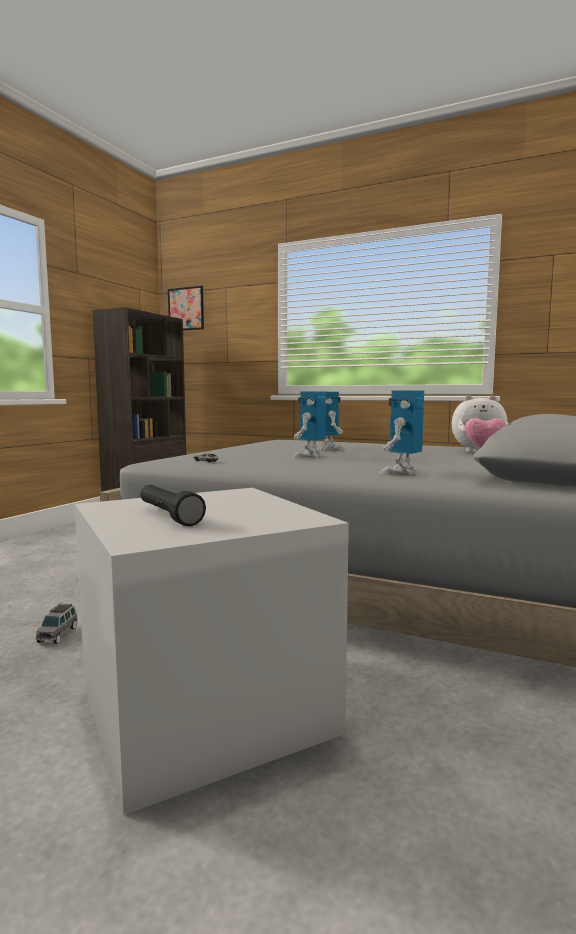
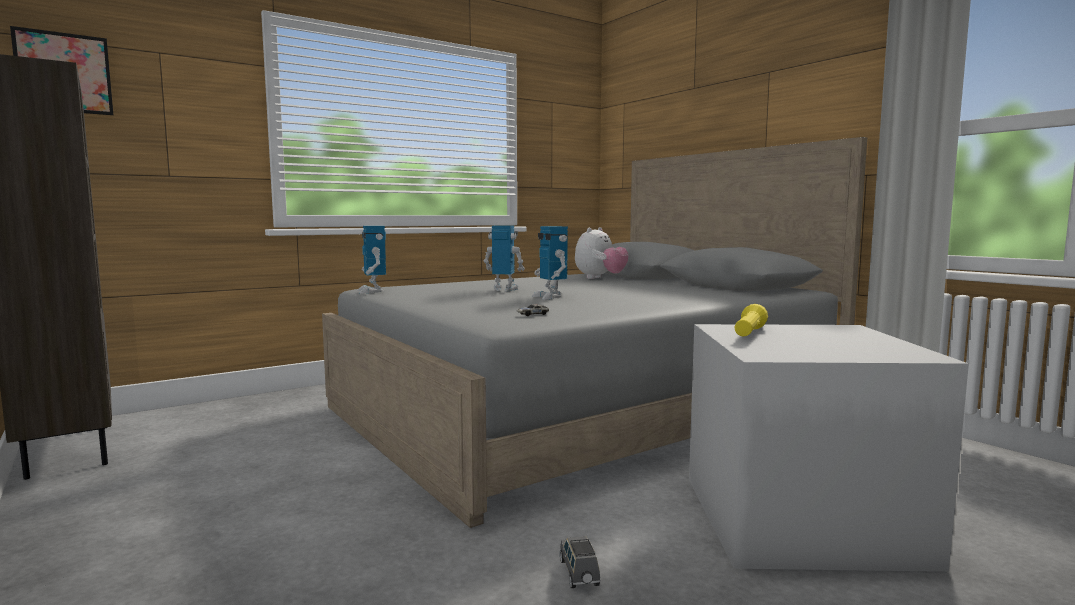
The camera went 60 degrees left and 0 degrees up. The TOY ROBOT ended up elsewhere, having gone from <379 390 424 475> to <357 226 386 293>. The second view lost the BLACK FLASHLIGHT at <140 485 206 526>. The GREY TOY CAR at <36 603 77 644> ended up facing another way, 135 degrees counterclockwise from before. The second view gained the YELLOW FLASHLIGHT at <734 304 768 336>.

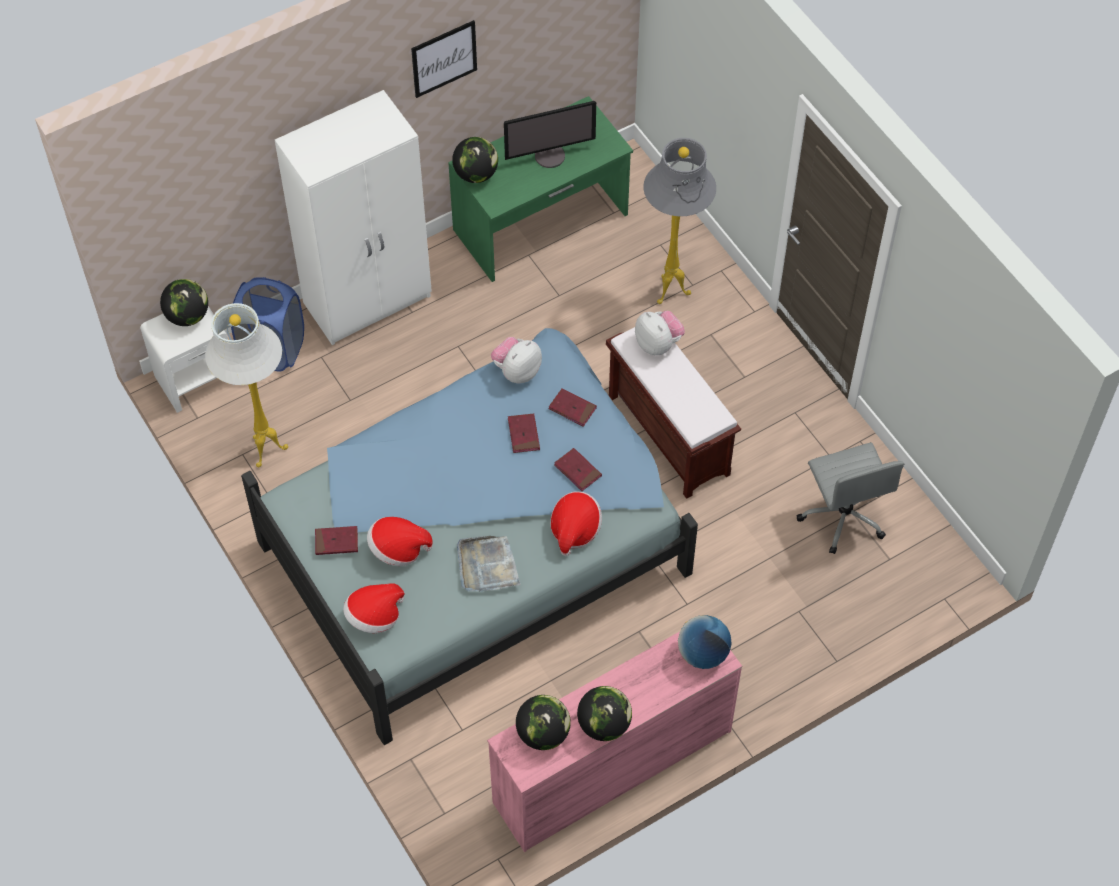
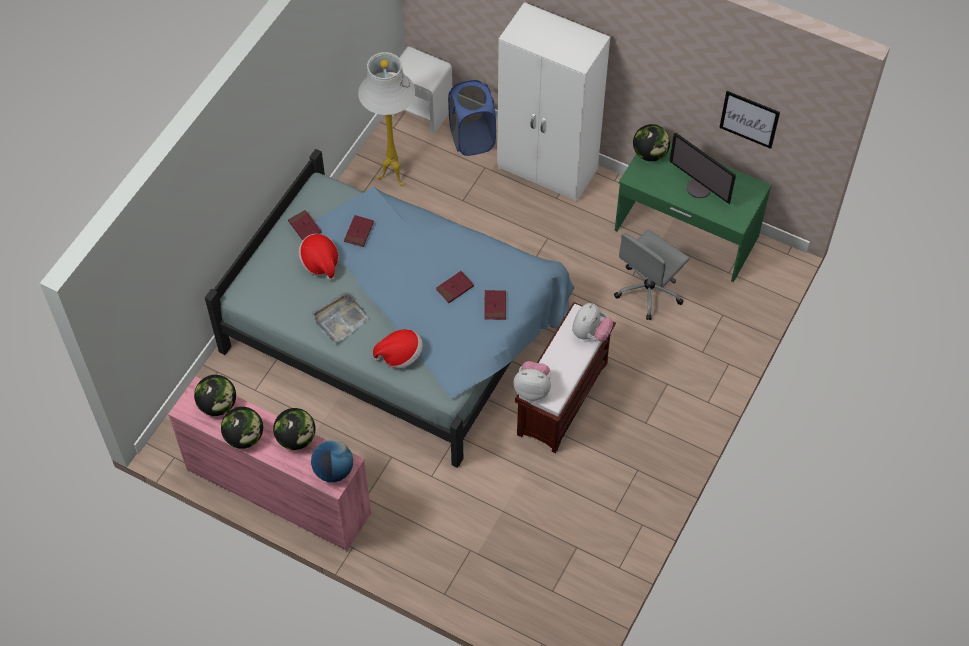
The camera went 60 degrees right and 0 degrees up. The PICTURE ended up elsewhere, having gone from <411 20 477 98> to <719 91 780 149>. The second view lost the GREY FLOOR LAMP at <643 138 716 304>. The GLOBE ended up elsewhere, having gone from <160 279 208 326> to <273 408 315 450>. The PLUSH TOY ended up elsewhere, having gone from <491 337 542 383> to <513 361 551 401>. The GREY OFFICE CHAIR ended up elsewhere, having gone from <797 442 905 554> to <614 230 690 320>. The RED BOOK ended up elsewhere, having gone from <554 448 602 491> to <344 215 374 247>. The second view lost the HAT at <343 583 405 633>.

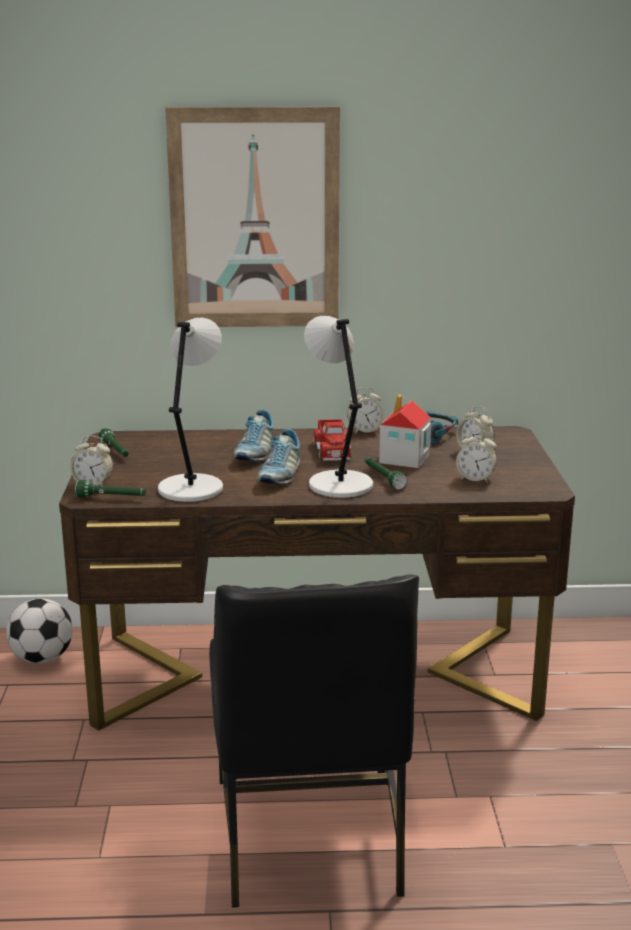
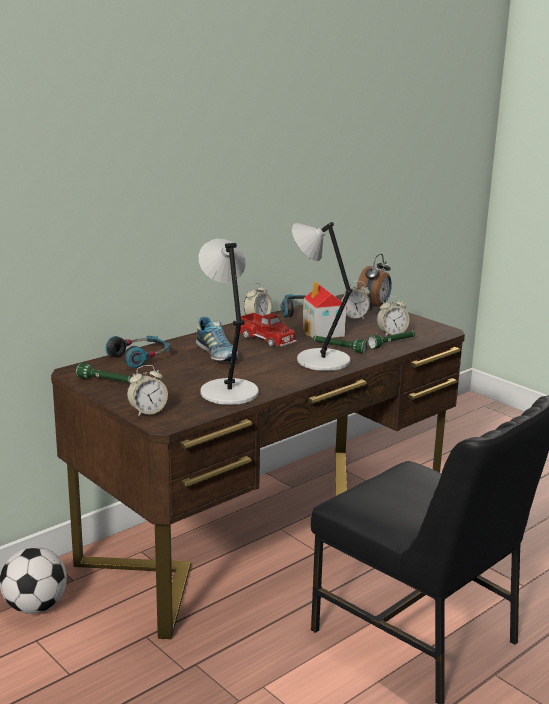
The camera went 40 degrees left and 0 degrees up. The second view lost the PICTURE at <165 107 340 327>. The second view lost the SHOE at <258 429 300 484>. The GREEN FLASHLIGHT ended up elsewhere, having gone from <74 480 146 498> to <368 331 415 349>. The second view gained the ALARM CLOCK at <357 254 392 311>. The second view gained the HEADPHONES at <106 336 170 368>.

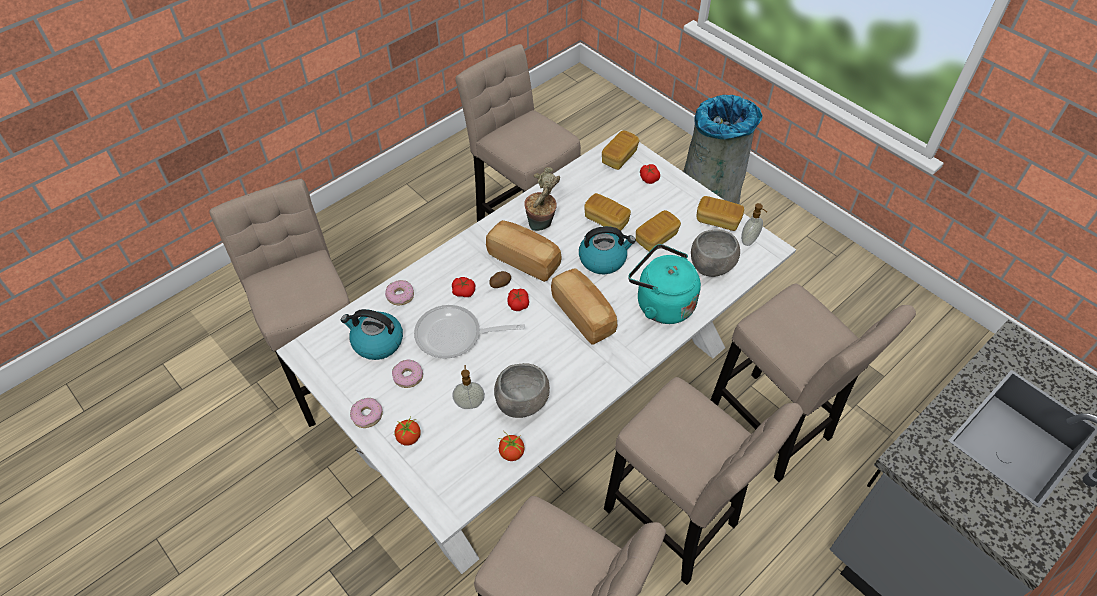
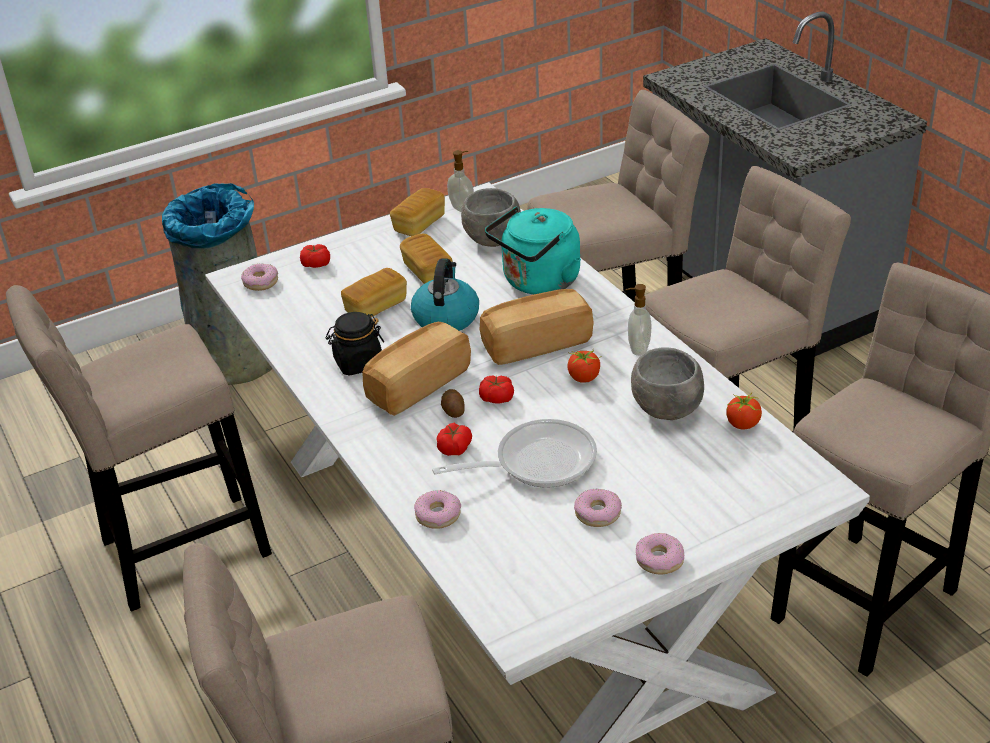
The camera went 75 degrees left and 15 degrees down. Where the BREAD stood at <602 131 639 170>, the DONUT came to stand at <241 264 278 291>. Where the POTTED PLANT stood at <524 167 560 231>, the BLACK JAR came to stand at <325 312 384 375>. The FRYING PAN at <414 305 525 359> ended up facing another way, 120 degrees counterclockwise from before. The second view lost the KETTLE at <341 309 403 360>. The SOAP DISPENSER ended up elsewhere, having gone from <452 365 485 409> to <626 284 651 356>. The TOMATO ended up elsewhere, having gone from <393 416 421 446> to <568 348 600 383>.

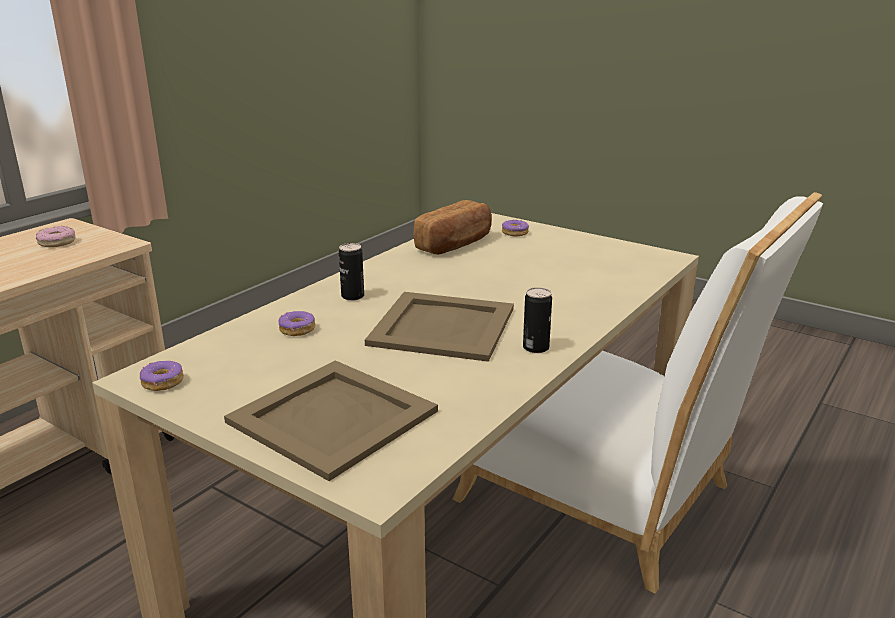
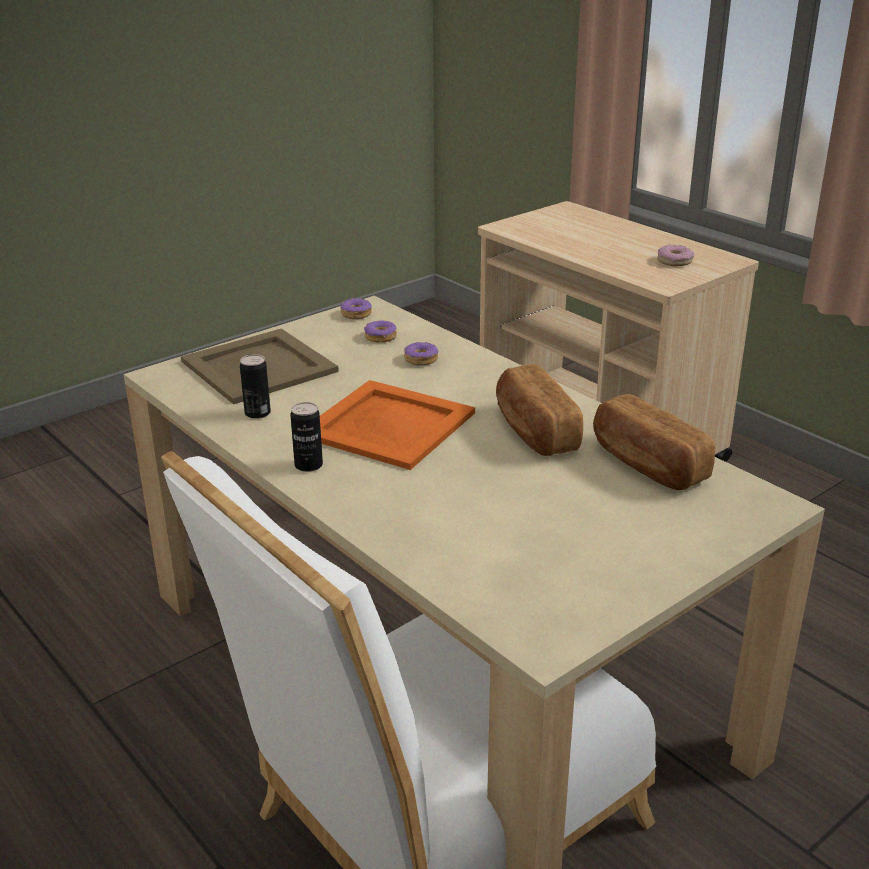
The camera went 105 degrees right and 5 degrees up. The DONUT ended up elsewhere, having gone from <502 220 529 236> to <364 321 397 343>. The CAN ended up elsewhere, having gone from <339 243 364 301> to <240 354 271 419>. What was the BEIGE TRAY at <365 292 514 362> turned into the ORANGE TRAY at <320 380 475 470>. The second view gained the BREAD at <496 364 583 456>.

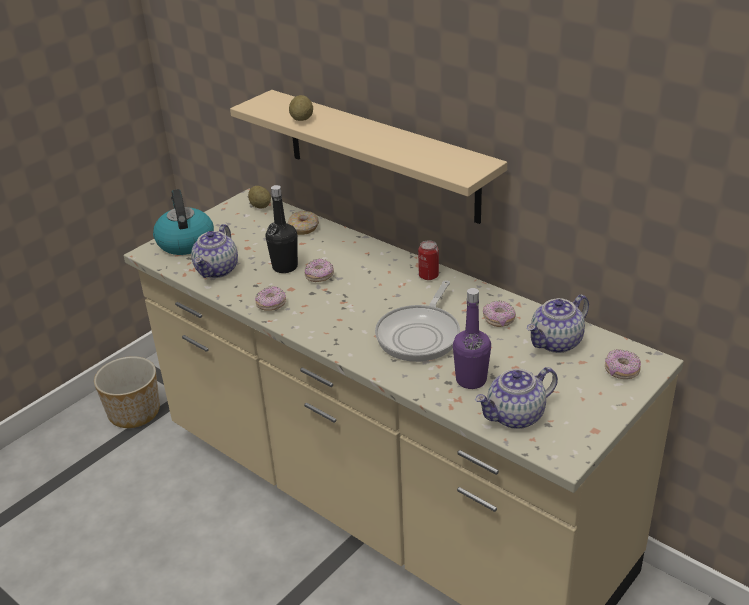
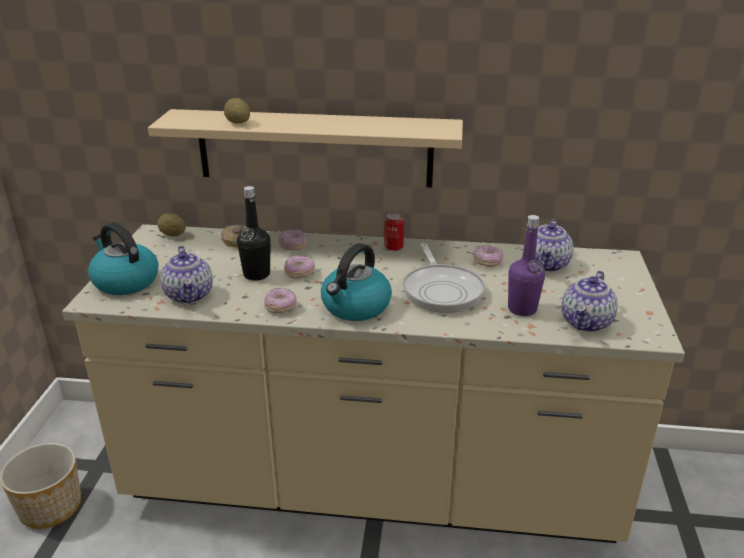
The camera went 35 degrees left and 5 degrees down. The DONUT ended up elsewhere, having gone from <605 349 641 379> to <279 230 307 250>. The second view gained the KETTLE at <321 243 392 321>.

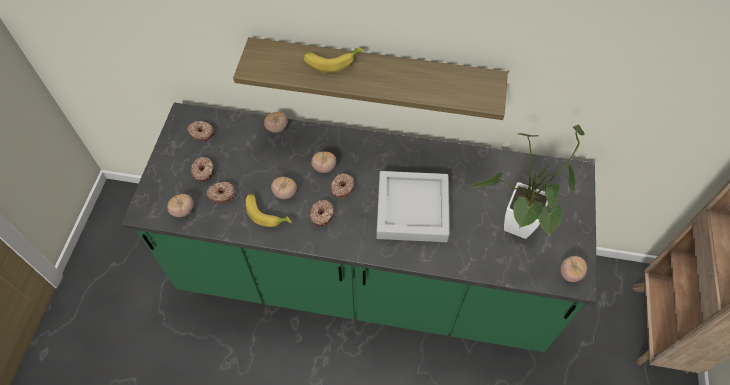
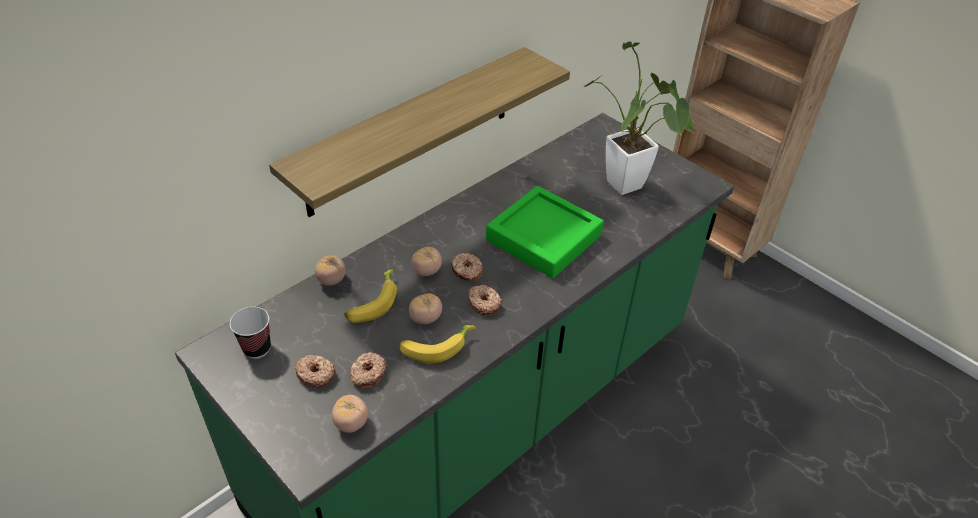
The camera went 55 degrees left and 15 degrees down. The BANANA ended up elsewhere, having gone from <304 48 364 73> to <344 269 397 323>. Where the DONUT stood at <187 121 214 142>, the CUP came to stand at <230 307 271 358>. What was the GREY TRAY at <376 171 450 242> turned into the GREEN TRAY at <486 186 604 278>. The second view lost the TOMATO at <560 256 587 282>.

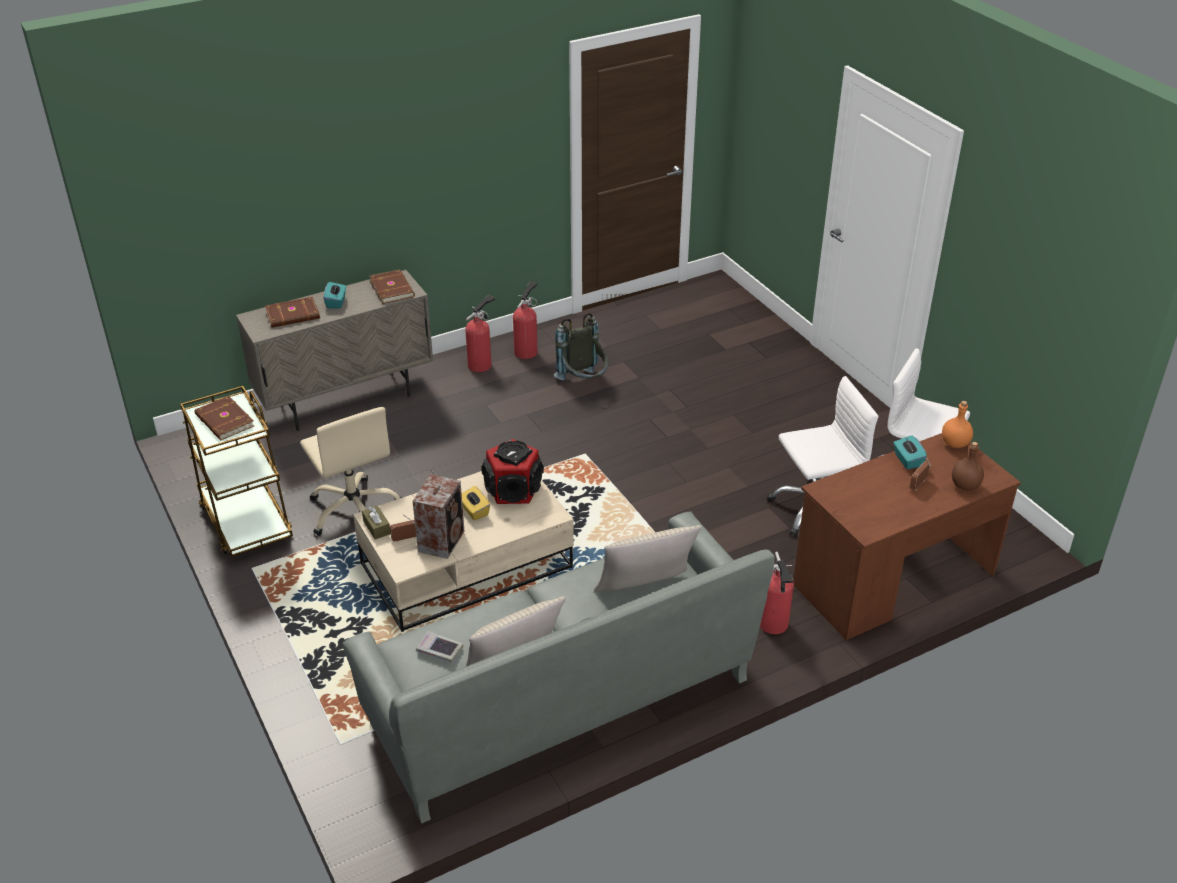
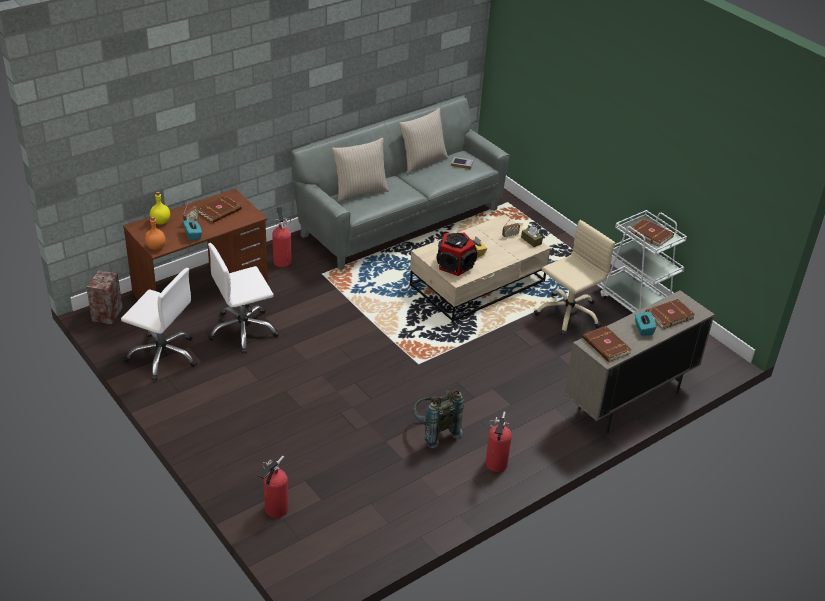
The camera went 170 degrees right and 0 degrees up. The FIRE EXTINGUISHER ended up elsewhere, having gone from <465 295 495 372> to <257 456 288 518>. What was the BROWN CART at <180 386 293 557> turned into the WHITE CART at <597 210 687 313>. The BEIGE OFFICE CHAIR at <300 407 403 536> ended up facing another way, 90 degrees clockwise from before. What was the BROWN BOTTLE at <952 442 984 490> turned into the YELLOW BOTTLE at <150 192 170 224>. The SPEAKER ended up elsewhere, having gone from <413 474 464 559> to <86 270 123 325>. The second view gained the BROWN BOOK at <198 196 242 223>.

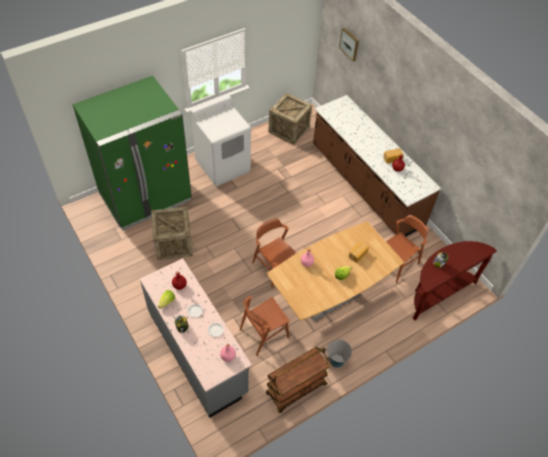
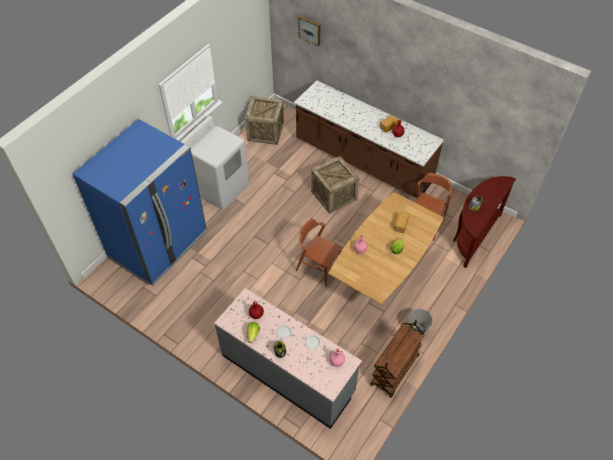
The camera went 20 degrees left and 0 degrees up. What was the GREEN FRIDGE at <73 76 192 231> turned into the BLUE FRIDGE at <73 119 207 286>. The CRATE ended up elsewhere, having gone from <151 207 193 260> to <311 156 359 214>. The second view lost the BROWN CHAIR at <240 296 290 356>.

